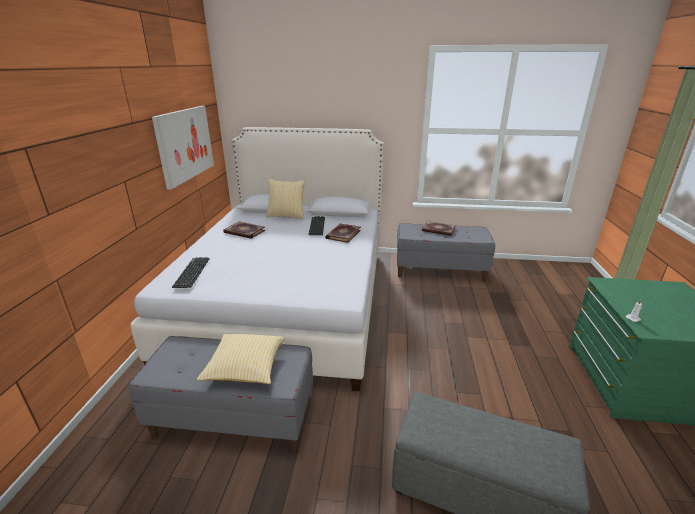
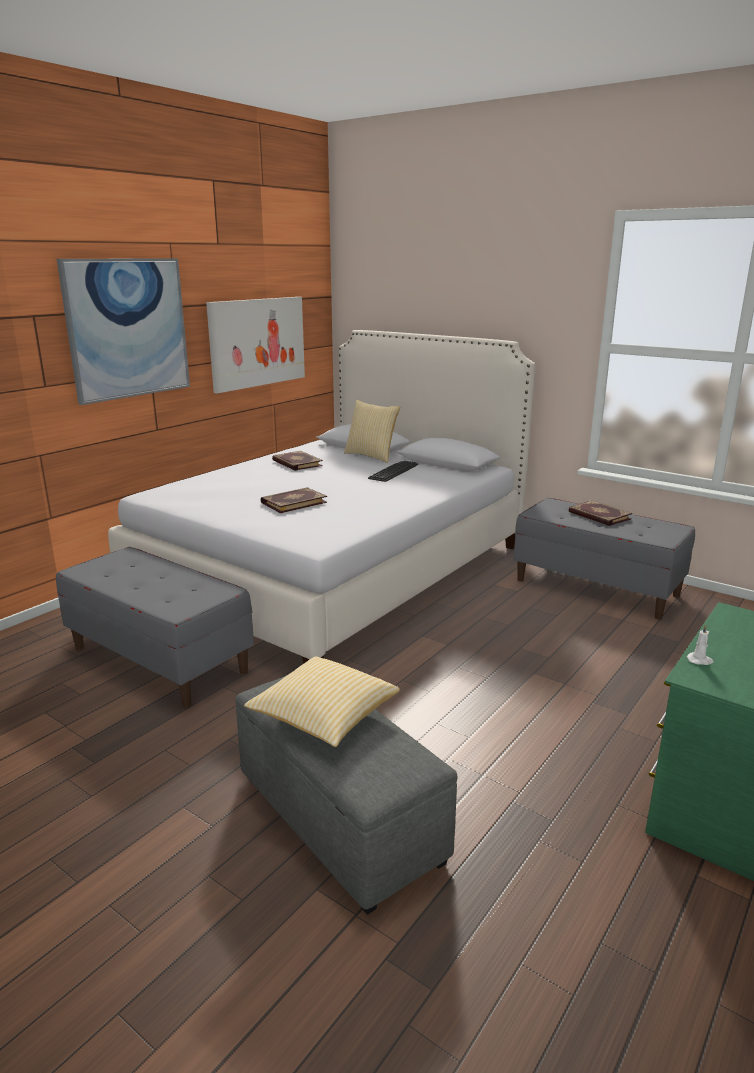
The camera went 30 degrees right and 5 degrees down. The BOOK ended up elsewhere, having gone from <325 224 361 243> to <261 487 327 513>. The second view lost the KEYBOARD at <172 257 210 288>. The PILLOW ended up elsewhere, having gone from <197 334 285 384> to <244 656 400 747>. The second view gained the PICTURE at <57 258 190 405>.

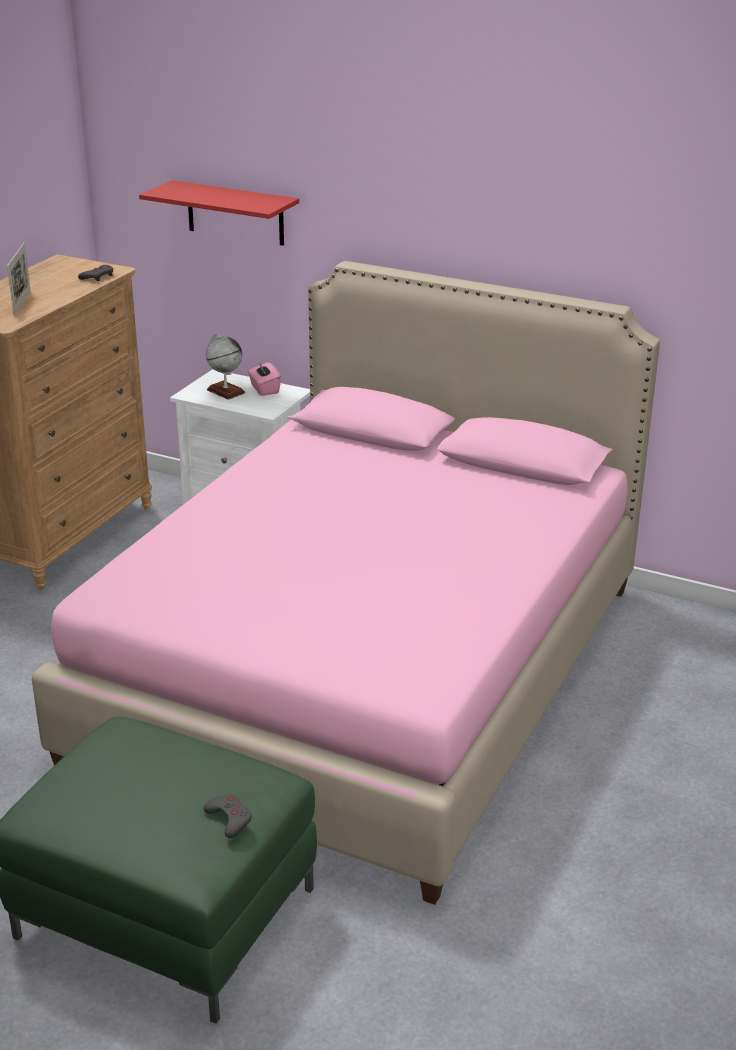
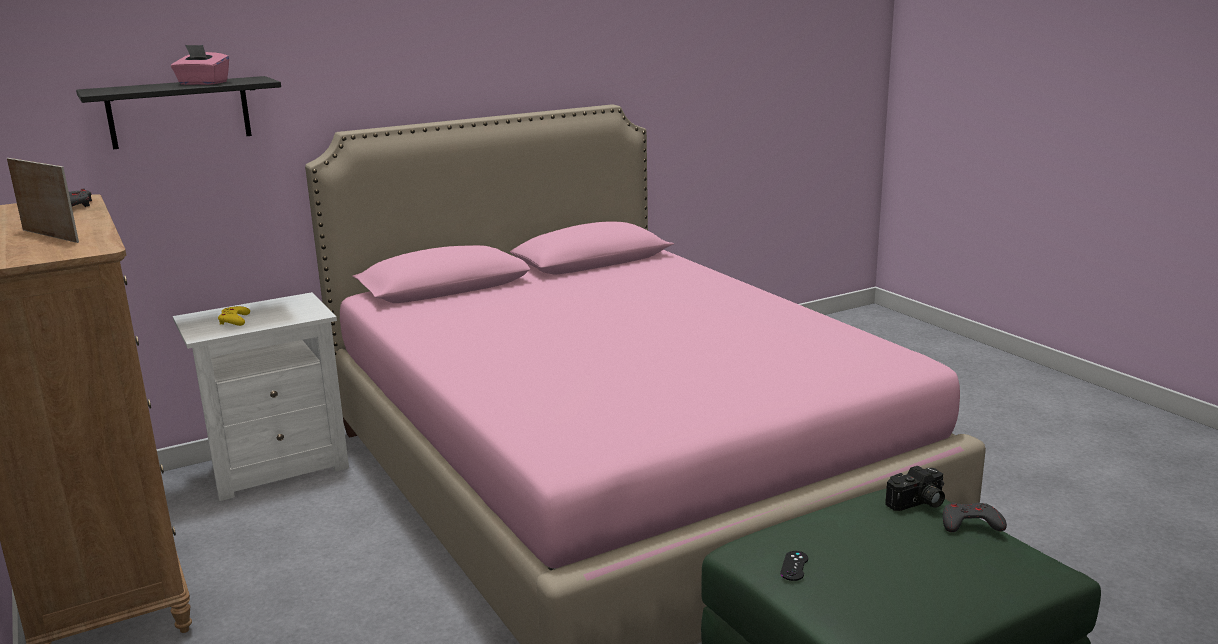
The camera went 55 degrees left and 10 degrees down. What was the RED SHELF at <139 180 299 246> turned into the BLACK SHELF at <76 76 281 149>. Where the GLOBE stood at <206 333 245 400>, the YELLOW GAME CONTROLLER came to stand at <218 306 250 326>. The PINK TISSUE BOX ended up elsewhere, having gone from <248 362 281 396> to <171 45 229 85>. The second view gained the PHOTO CAMERA at <885 466 945 511>. The second view gained the BLACK GAME CONTROLLER at <781 551 808 581>.

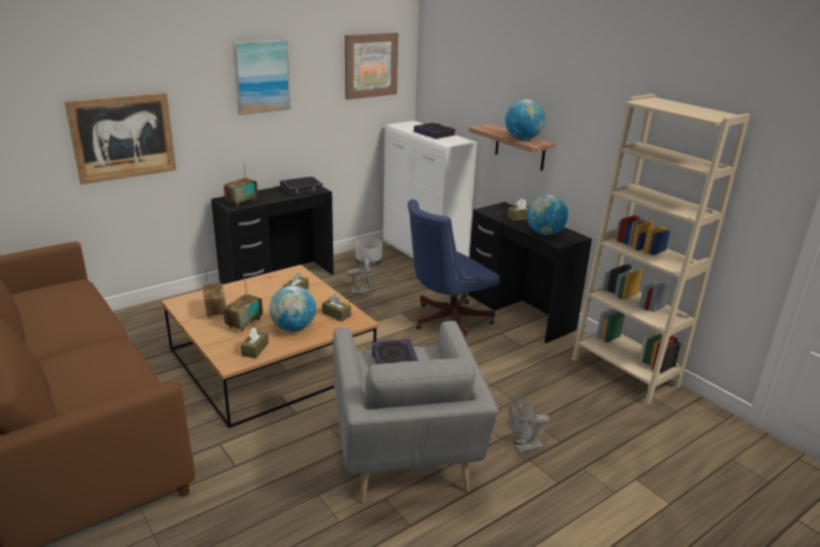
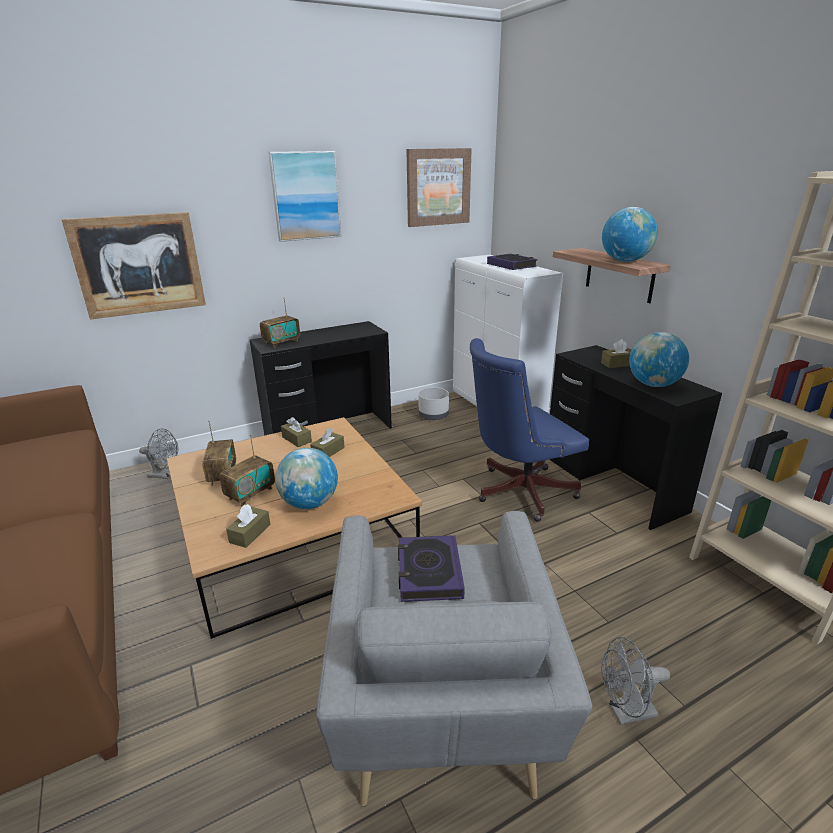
The camera went 10 degrees right and 0 degrees up. The second view lost the BOOK at <280 176 323 195>. The GREY FAN ended up elsewhere, having gone from <347 255 376 295> to <139 429 178 479>. The BROWN TISSUE BOX ended up elsewhere, having gone from <322 295 351 322> to <281 417 312 447>.

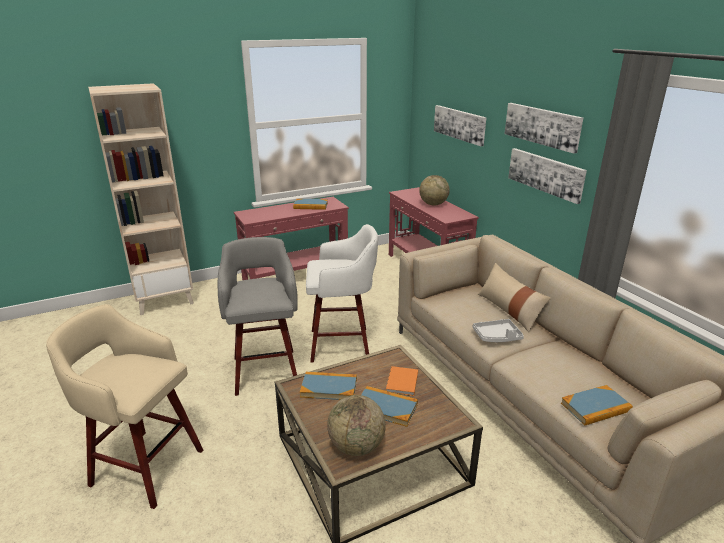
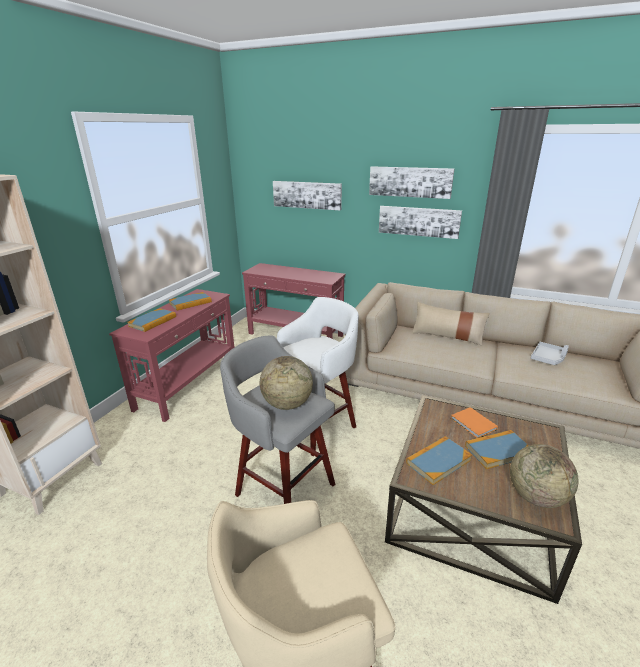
The camera went 40 degrees left and 0 degrees up. The GLOBE ended up elsewhere, having gone from <419 175 450 205> to <260 356 313 410>. The GREY TRAY ended up elsewhere, having gone from <473 319 524 342> to <531 342 569 365>. The BOOK ended up elsewhere, having gone from <561 385 633 426> to <127 308 176 332>.

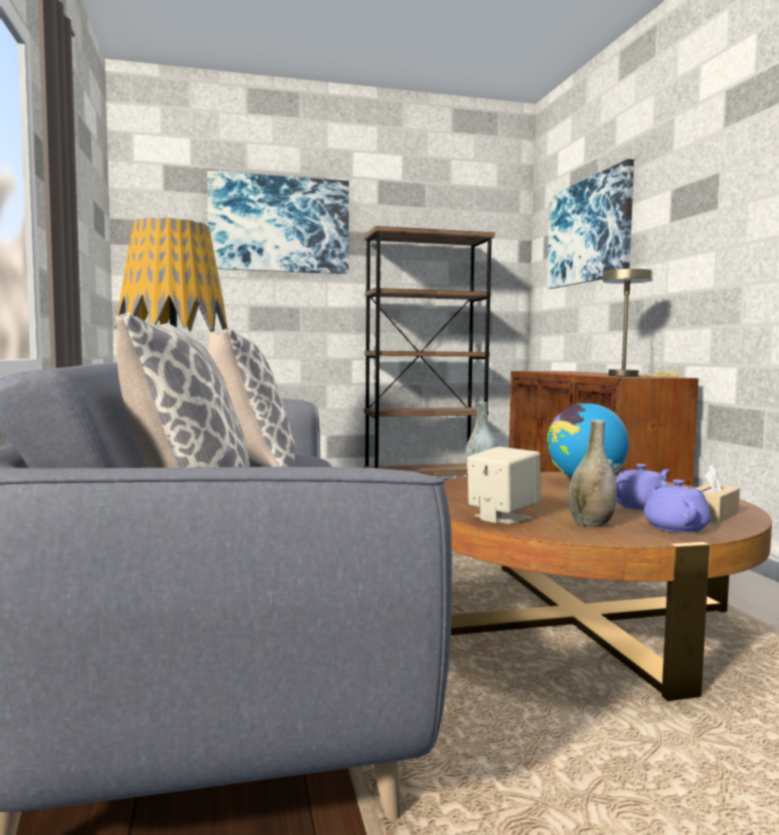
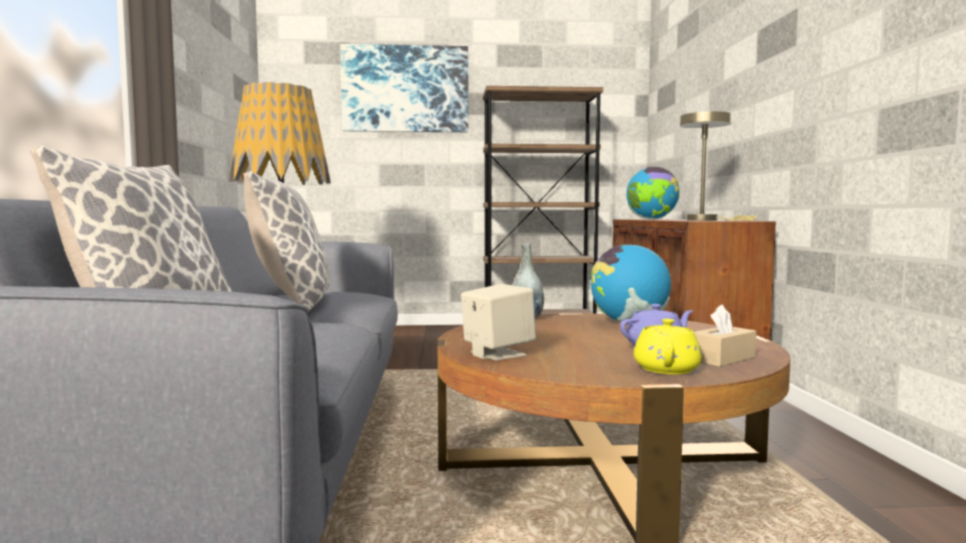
The camera went 10 degrees right and 0 degrees up. The second view lost the PICTURE at <547 159 634 289>. The second view lost the GREY VASE at <568 420 617 527>. What was the PURPLE TEAPOT at <644 480 711 533> turned into the YELLOW TEAPOT at <634 319 702 374>. The second view gained the GLOBE at <626 167 680 220>.

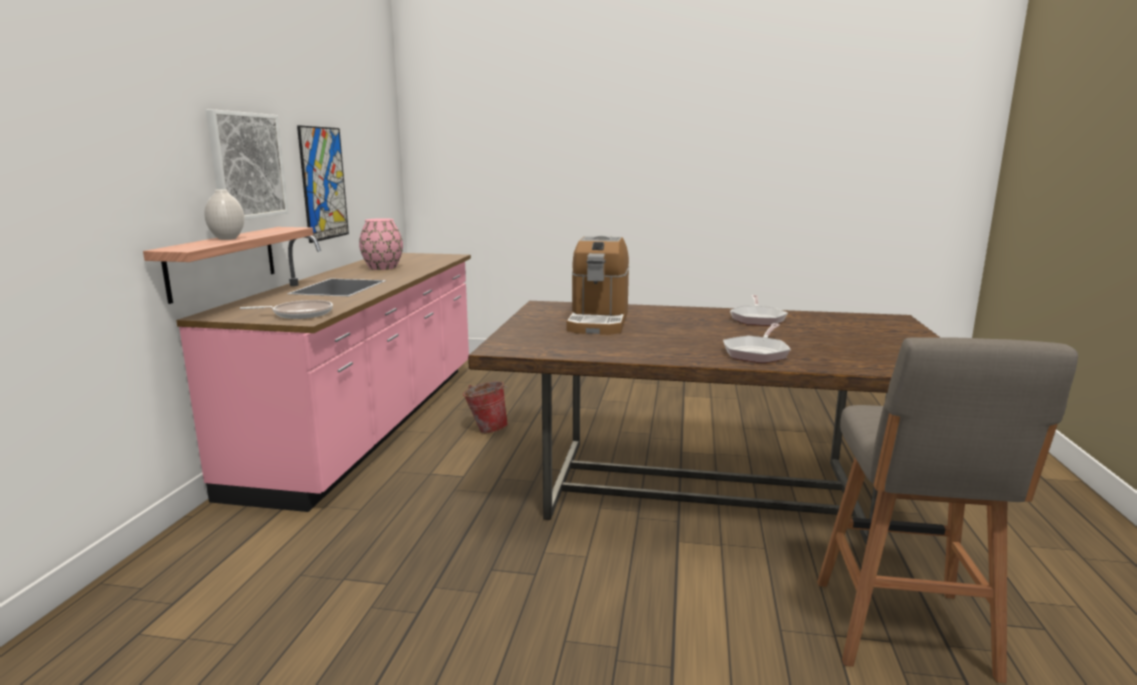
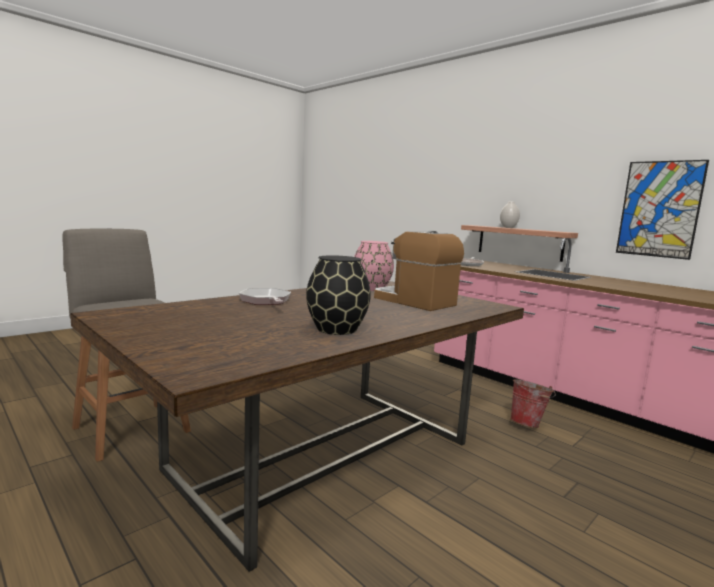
The camera went 125 degrees right and 5 degrees down. The second view lost the PICTURE at <206 109 289 220>. The PINK VASE ended up elsewhere, having gone from <359 218 403 270> to <354 241 394 291>. Where the FRYING PAN stood at <730 295 788 326>, the BLACK VASE came to stand at <306 255 371 335>.

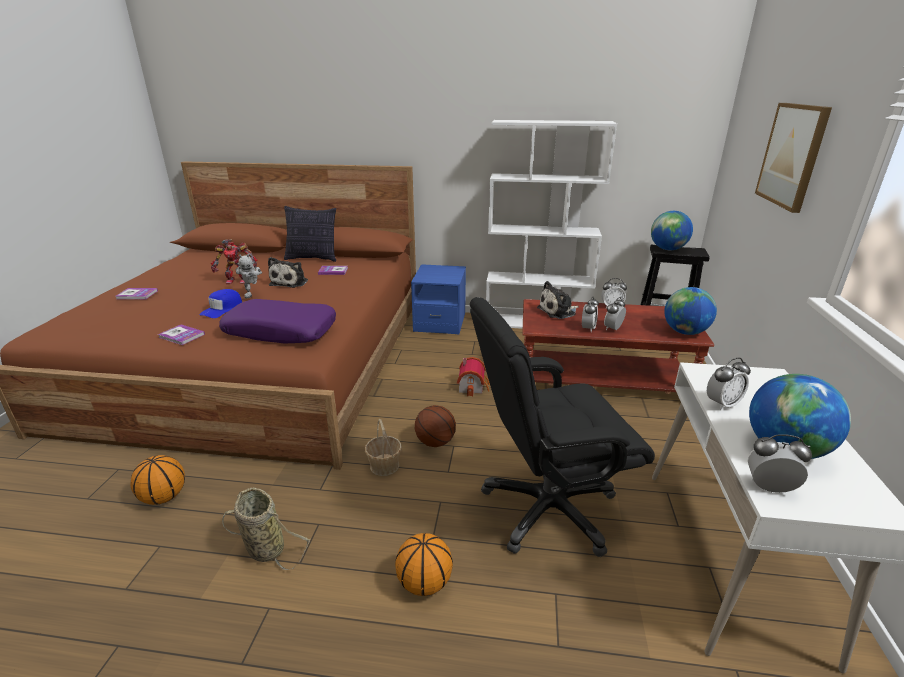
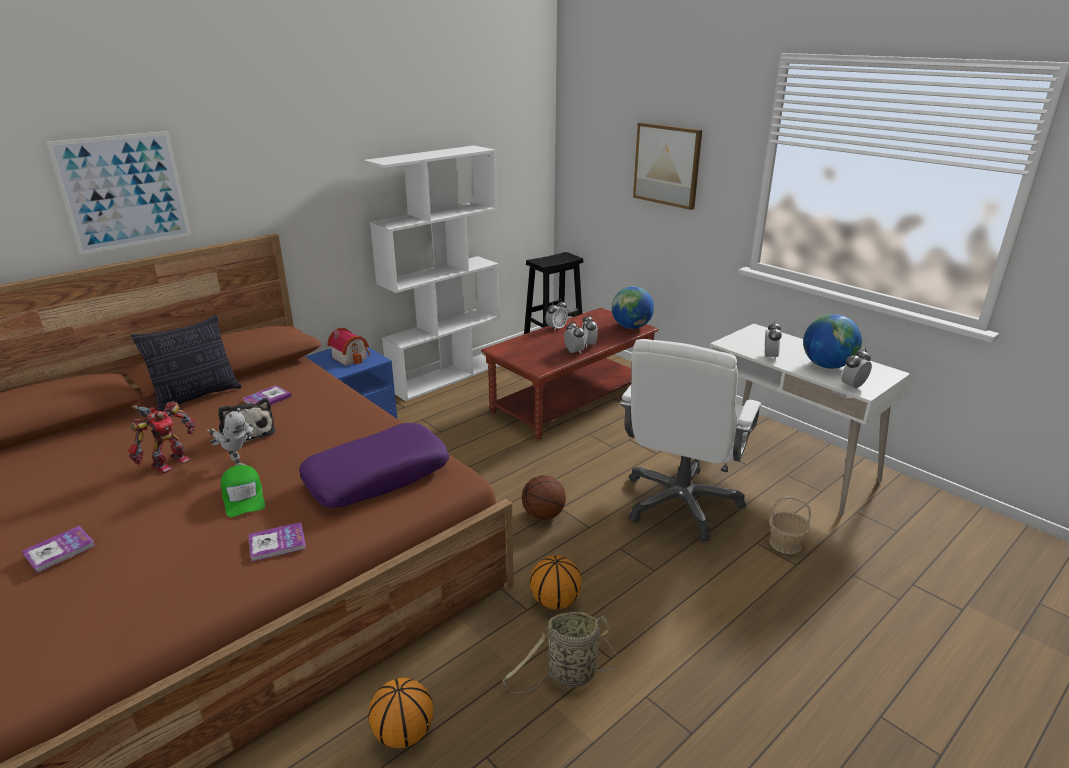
The camera went 50 degrees left and 0 degrees up. The second view lost the GLOBE at <651 211 693 250>. The second view lost the PLUSH TOY at <537 281 579 319>. What was the BLUE CAP at <199 289 242 318> turned into the GREEN CAP at <221 465 265 517>. What was the BLACK OFFICE CHAIR at <470 297 655 557> turned into the WHITE OFFICE CHAIR at <620 339 761 542>. The TOY HOUSE ended up elsewhere, having gone from <457 357 490 396> to <327 328 370 366>. The BASKET ended up elsewhere, having gone from <365 419 402 476> to <769 496 811 554>. The BASKETBALL ended up elsewhere, having gone from <395 533 453 596> to <530 555 582 610>. The second view gained the PICTURE at <47 131 192 255>.

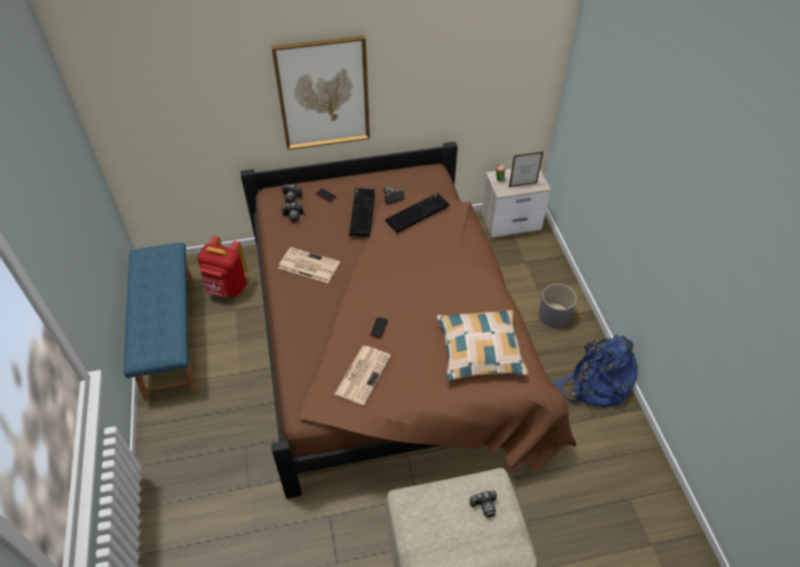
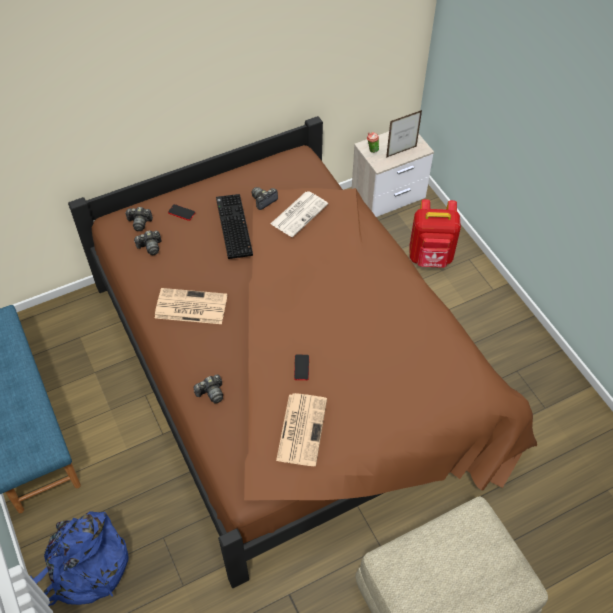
The camera went 15 degrees left and 5 degrees up. The second view lost the PICTURE at <271 36 370 150>. Where the KEYBOARD stood at <385 193 450 233>, the NEWSPAPER came to stand at <270 191 328 237>. The RED BACKPACK ended up elsewhere, having gone from <197 236 248 298> to <409 199 461 268>. The second view lost the GREY PLANTER at <539 284 577 328>. The second view lost the PILLOW at <437 310 528 381>. The BLUE BACKPACK ended up elsewhere, having gone from <553 335 638 408> to <30 511 129 606>. The PHOTO CAMERA ended up elsewhere, having gone from <469 490 497 518> to <194 375 223 404>.

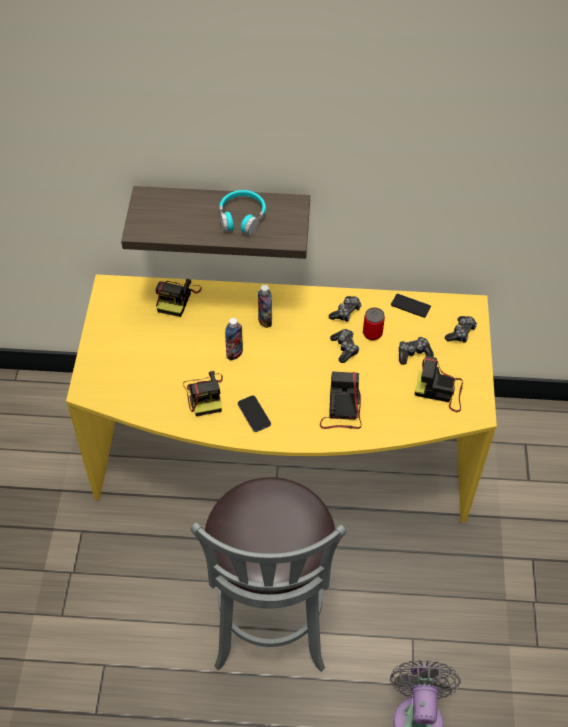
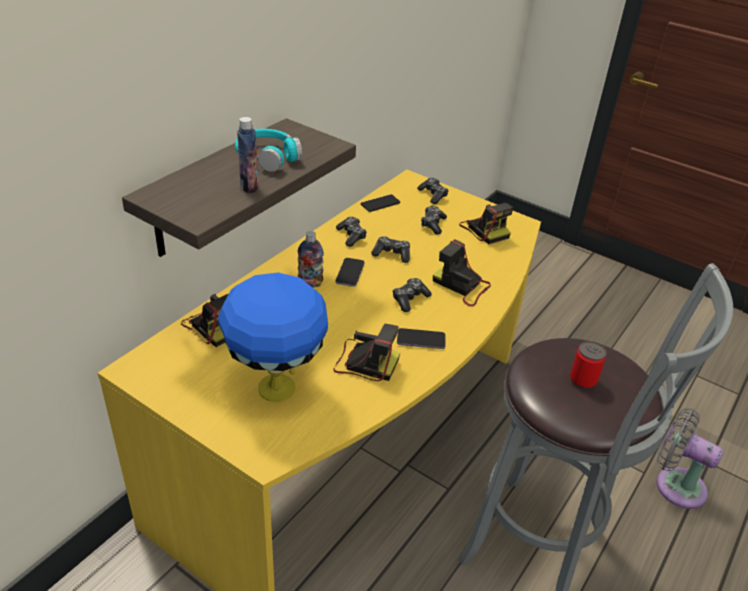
The camera went 60 degrees left and 15 degrees down. The CAN ended up elsewhere, having gone from <363 307 385 341> to <570 341 606 389>. The BOTTLE ended up elsewhere, having gone from <225 318 243 360> to <237 117 258 194>. The PHOTO CAMERA at <415 355 463 412> ended up facing another way, 75 degrees counterclockwise from before. The second view gained the PHONE at <336 258 365 287>. The second view gained the BLUE TABLE LAMP at <218 273 328 402>. The second view gained the GAME CONTROLLER at <393 278 432 312>.

